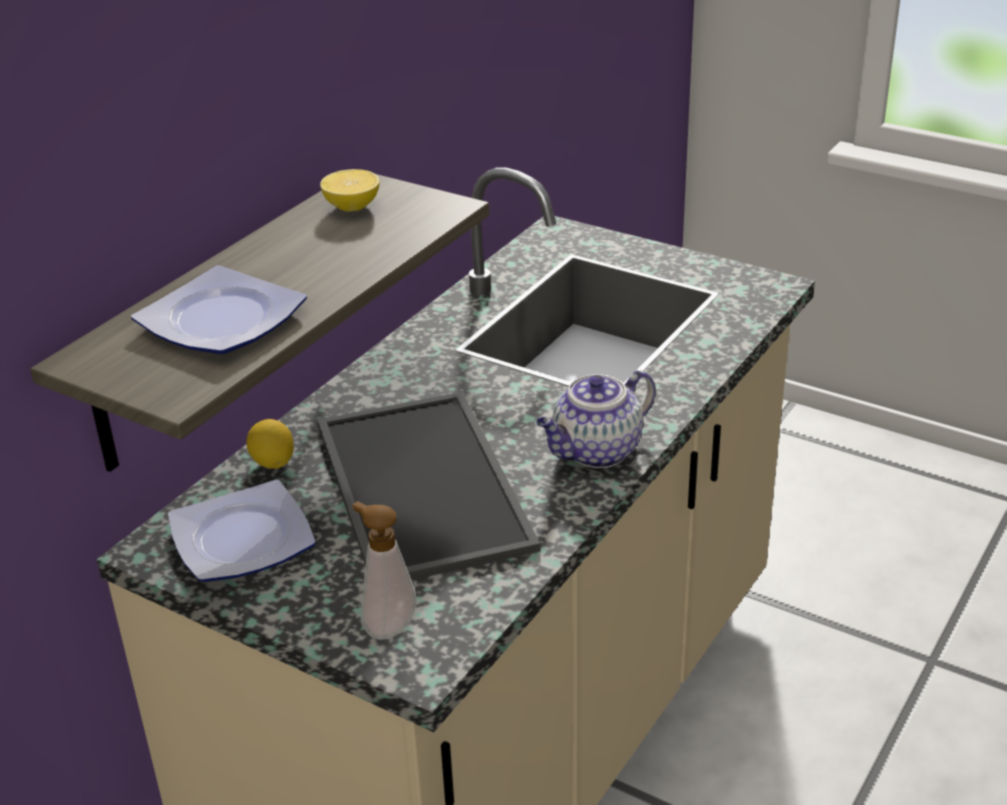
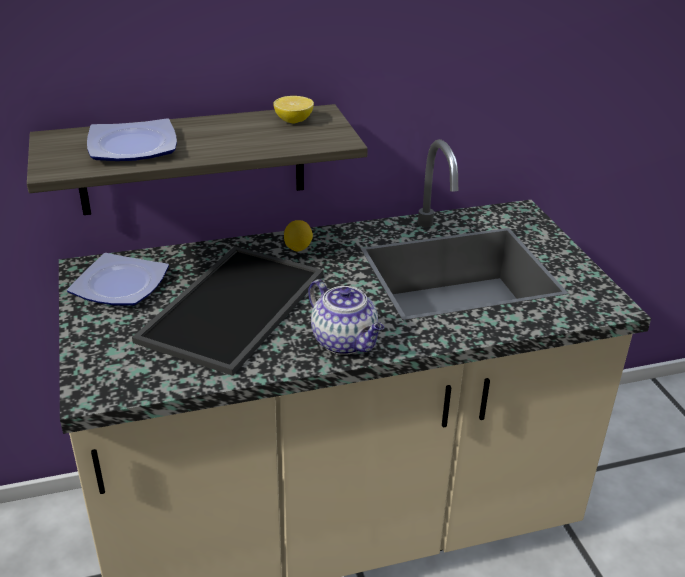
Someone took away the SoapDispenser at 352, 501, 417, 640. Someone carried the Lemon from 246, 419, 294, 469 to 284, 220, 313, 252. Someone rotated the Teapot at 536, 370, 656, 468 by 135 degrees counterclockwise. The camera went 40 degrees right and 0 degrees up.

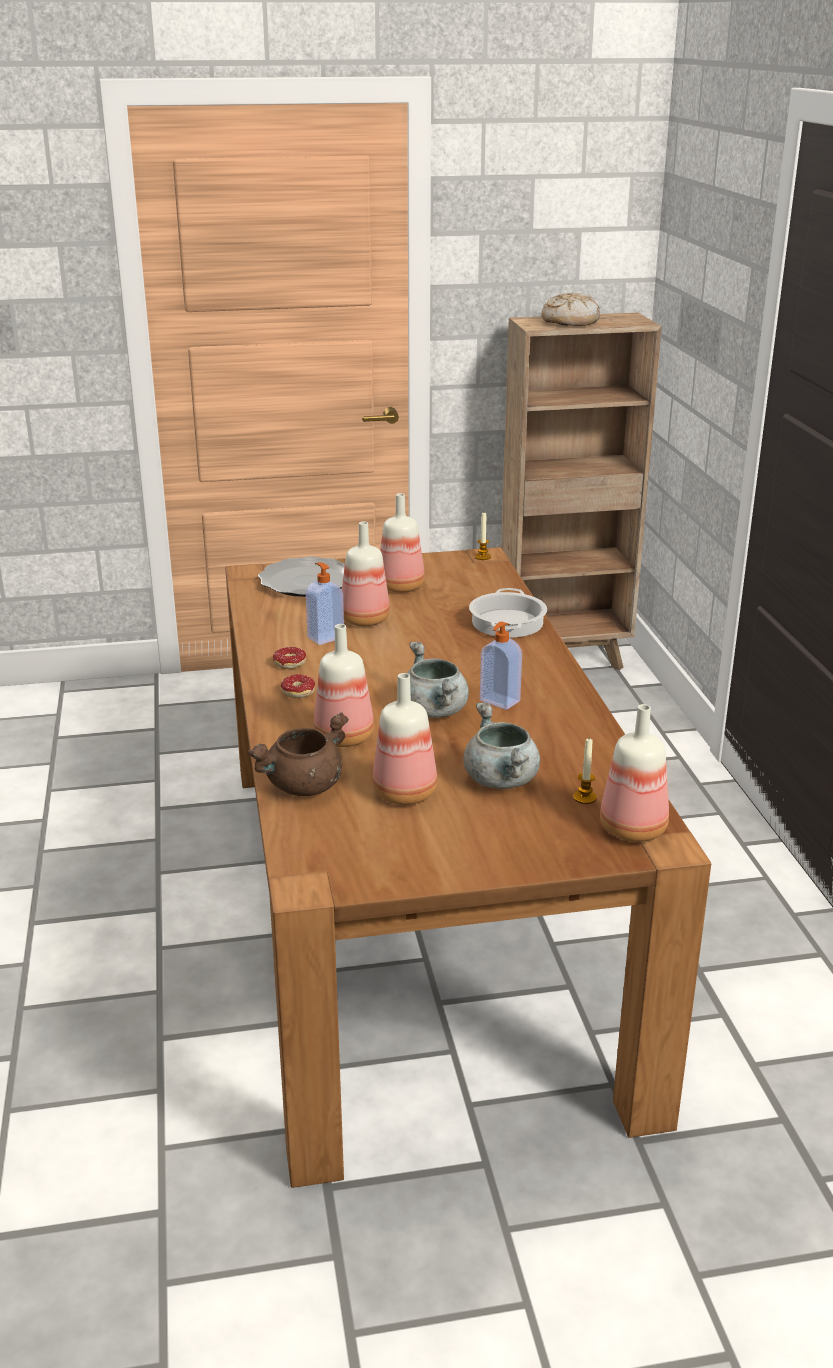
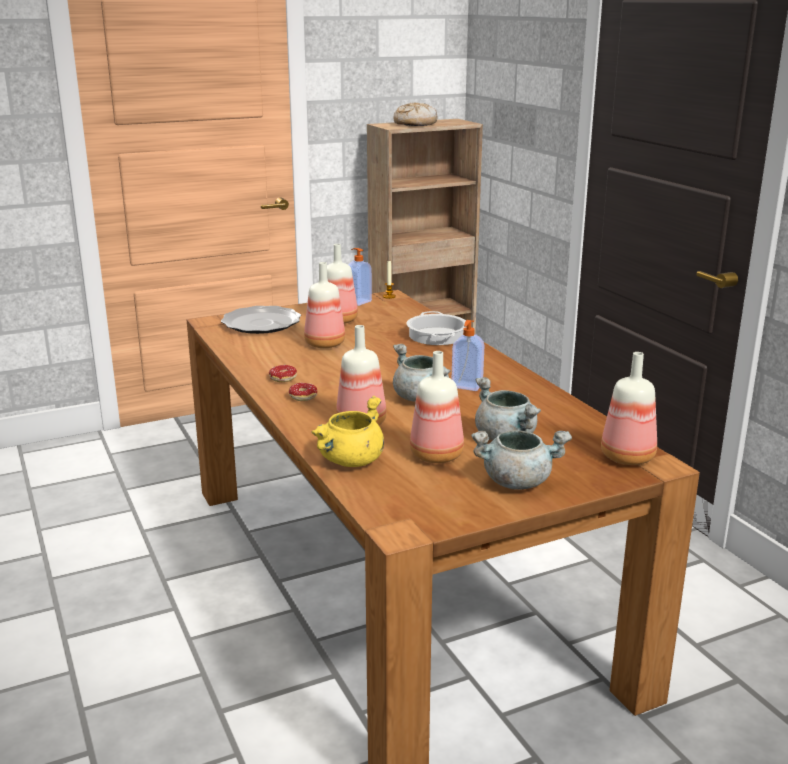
Someone took away the Candle at 573, 739, 597, 804. Someone put down the GreyCookingPot at 471, 430, 572, 490. Someone carried the SoapDispenser from 306, 562, 344, 645 to 348, 248, 372, 306. Someone repainted the BrownCookingPot at 247, 712, 348, 796, which became the YellowCookingPot at 311, 396, 384, 467. The camera went 15 degrees left and 5 degrees down.

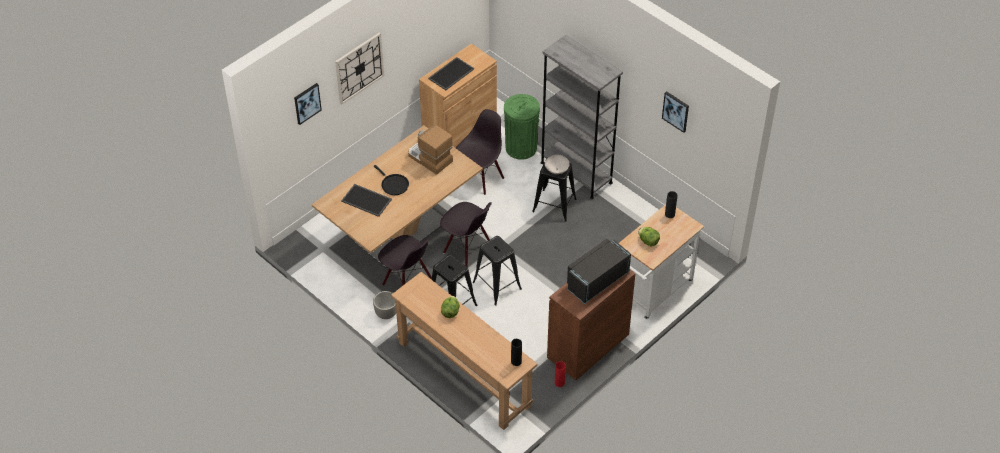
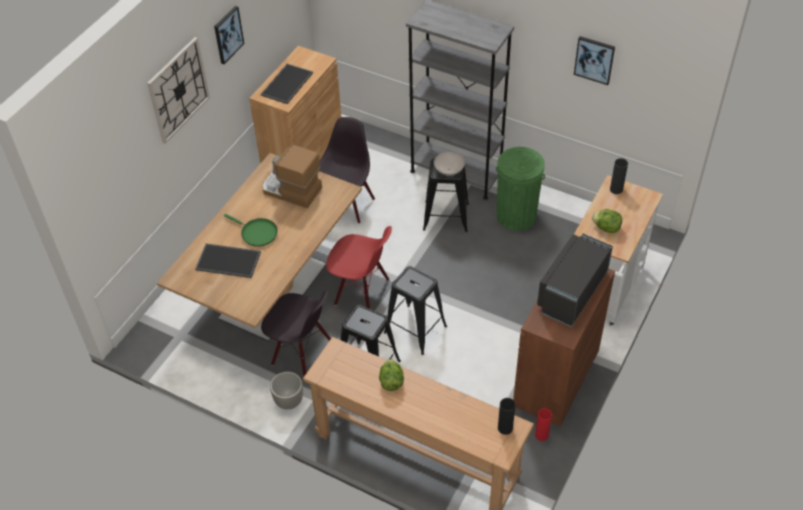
Someone carried the Picture from 294, 83, 322, 125 to 214, 6, 244, 64. Someone carried the GreenTrashCan from 504, 94, 540, 160 to 496, 147, 545, 231. Someone repainted the BlackFryingPan at 374, 165, 409, 195, which became the GreenFryingPan at 224, 214, 278, 247. Someone repainted the BlackChair at 440, 202, 492, 267, which became the RedChair at 326, 226, 392, 309. The camera went 15 degrees left and 0 degrees up.

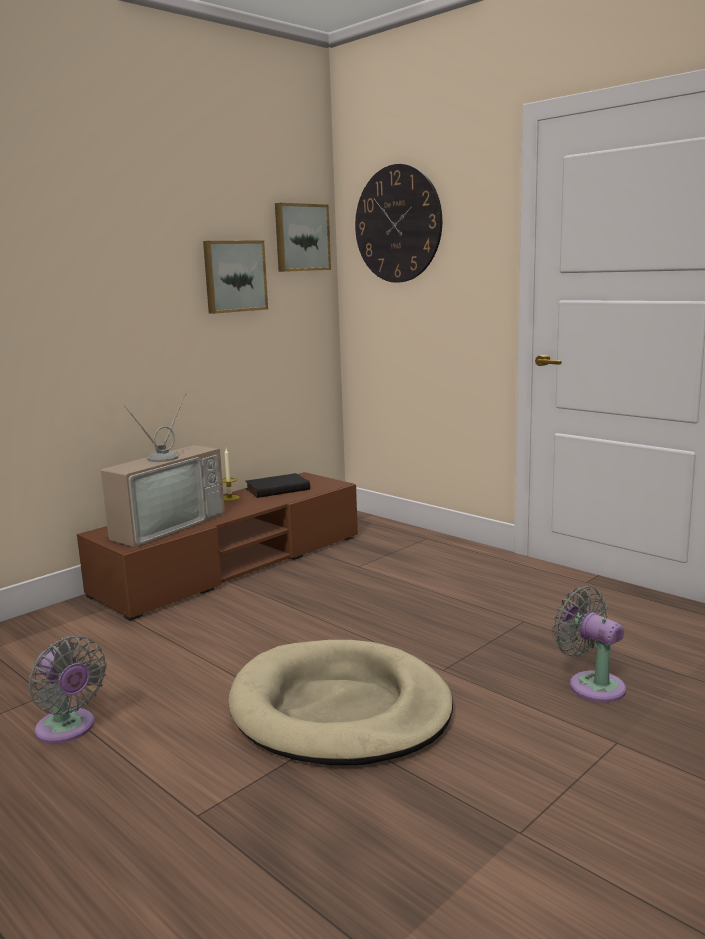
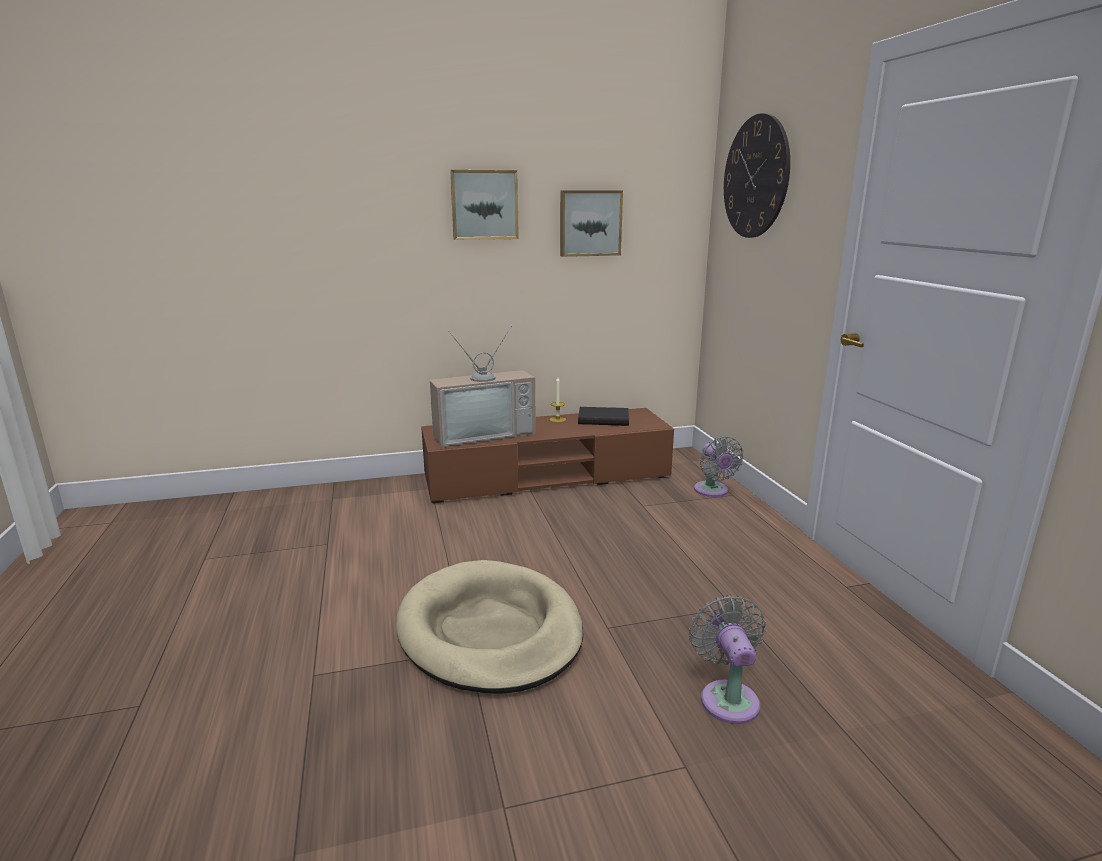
Someone carried the GreyFan from 28, 636, 107, 744 to 694, 436, 744, 497. Someone carried the Picture from 275, 203, 331, 272 to 450, 170, 519, 240. The camera went 30 degrees right and 5 degrees up.

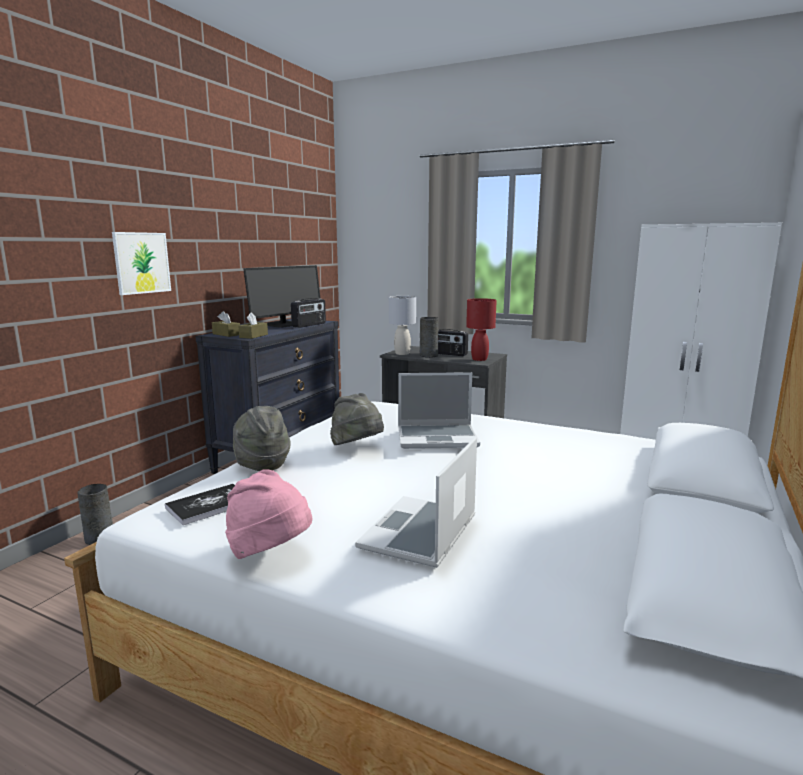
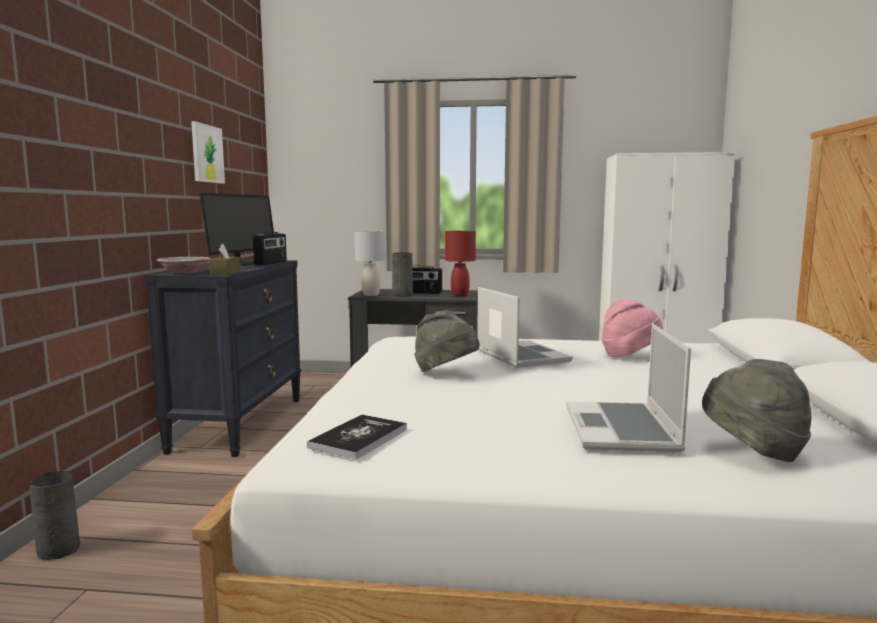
Someone carried the Picture from 112, 232, 171, 295 to 191, 121, 225, 184. Someone carried the PinkHat from 225, 469, 313, 559 to 601, 300, 663, 357. Someone carried the GreyHat from 233, 406, 290, 471 to 702, 359, 812, 462. Someone swapped the BrownTissueBox at 212, 311, 240, 337 for the Bowl at 157, 257, 211, 274. Someone rotated the Laptop at 398, 372, 480, 449 by 90 degrees counterclockwise. The camera went 20 degrees left and 5 degrees down.

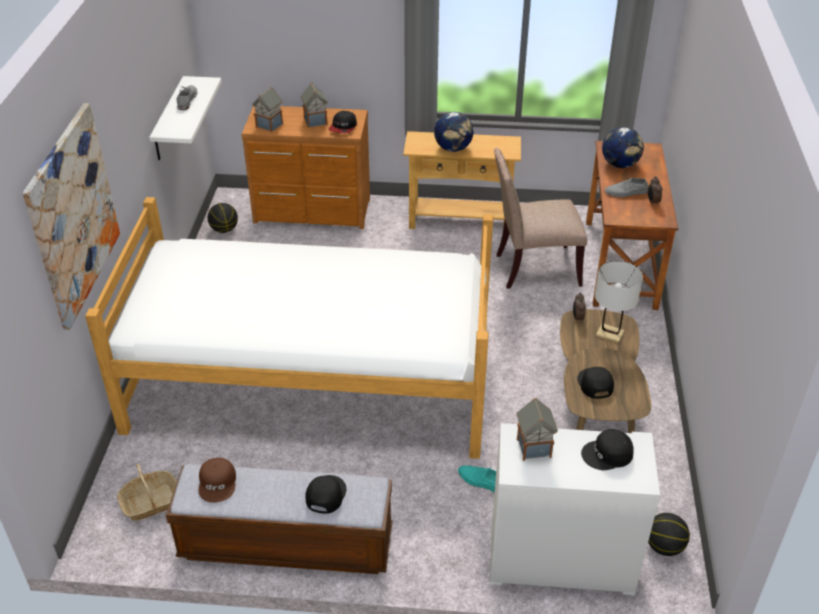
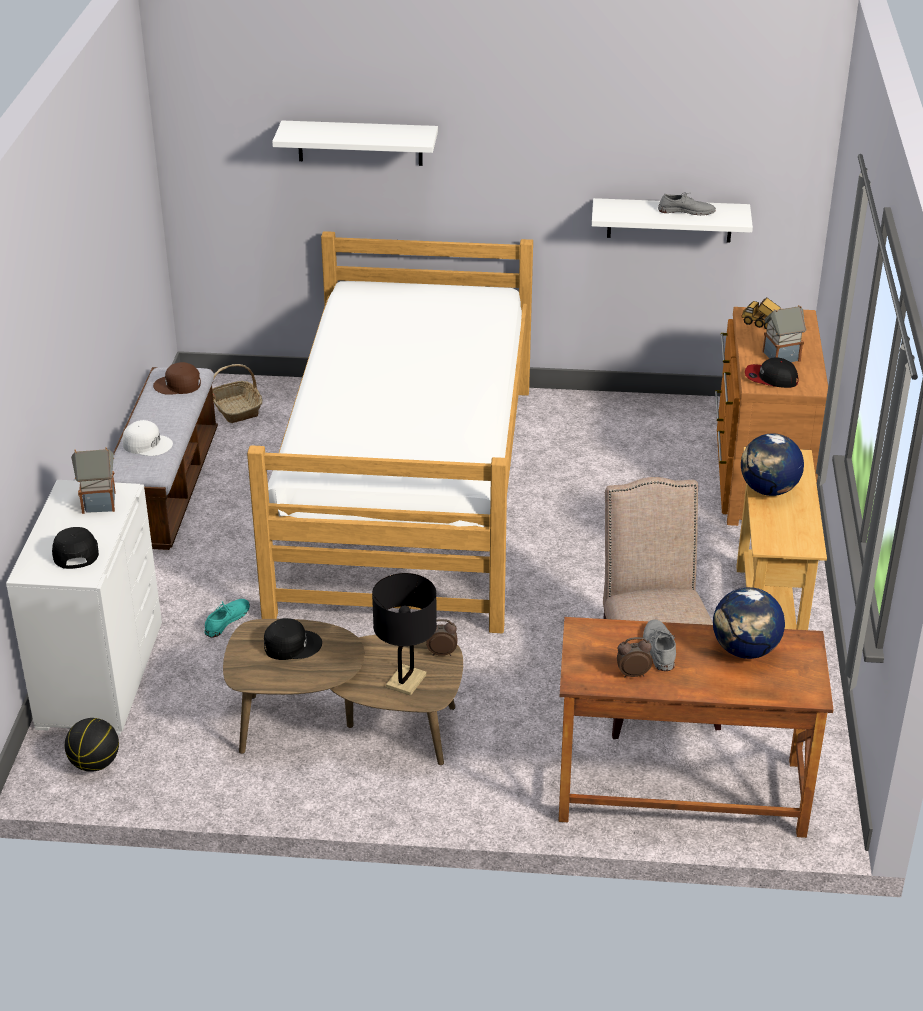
Someone took away the Basketball at 208, 203, 238, 233. Someone swapped the Picture at 23, 103, 120, 330 for the WhiteShelf at 272, 121, 438, 166. Someone swapped the ToyHouse at 252, 87, 283, 133 for the ToyTruck at 742, 298, 781, 330. Someone repainted the BlackCap at 305, 475, 347, 514, which became the WhiteCap at 122, 420, 173, 456. Someone repainted the WhiteTableLamp at 595, 261, 643, 343, which became the BlackTableLamp at 372, 573, 437, 696. The camera went 90 degrees right and 5 degrees down.

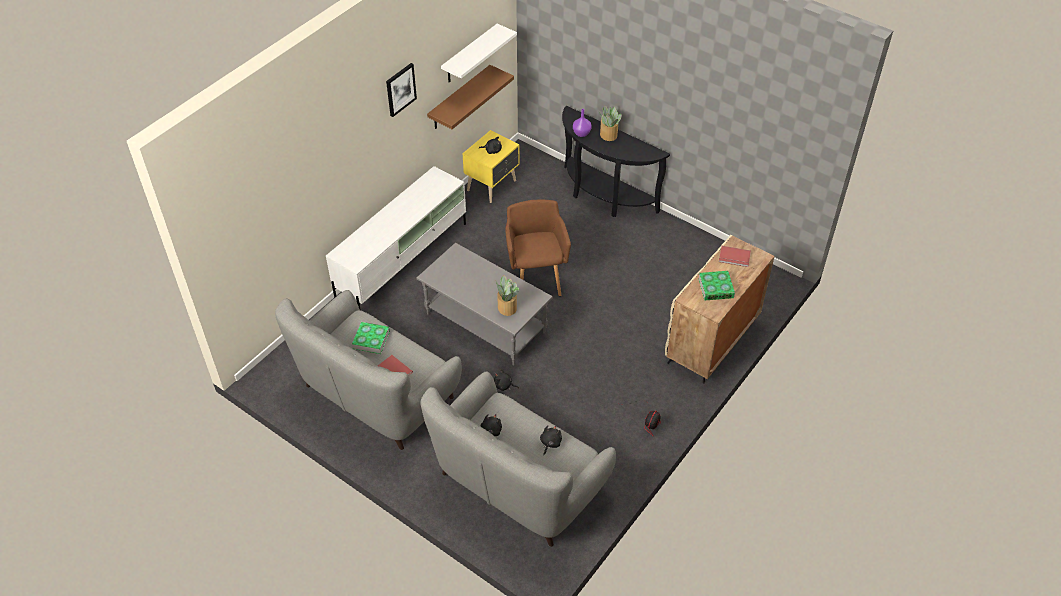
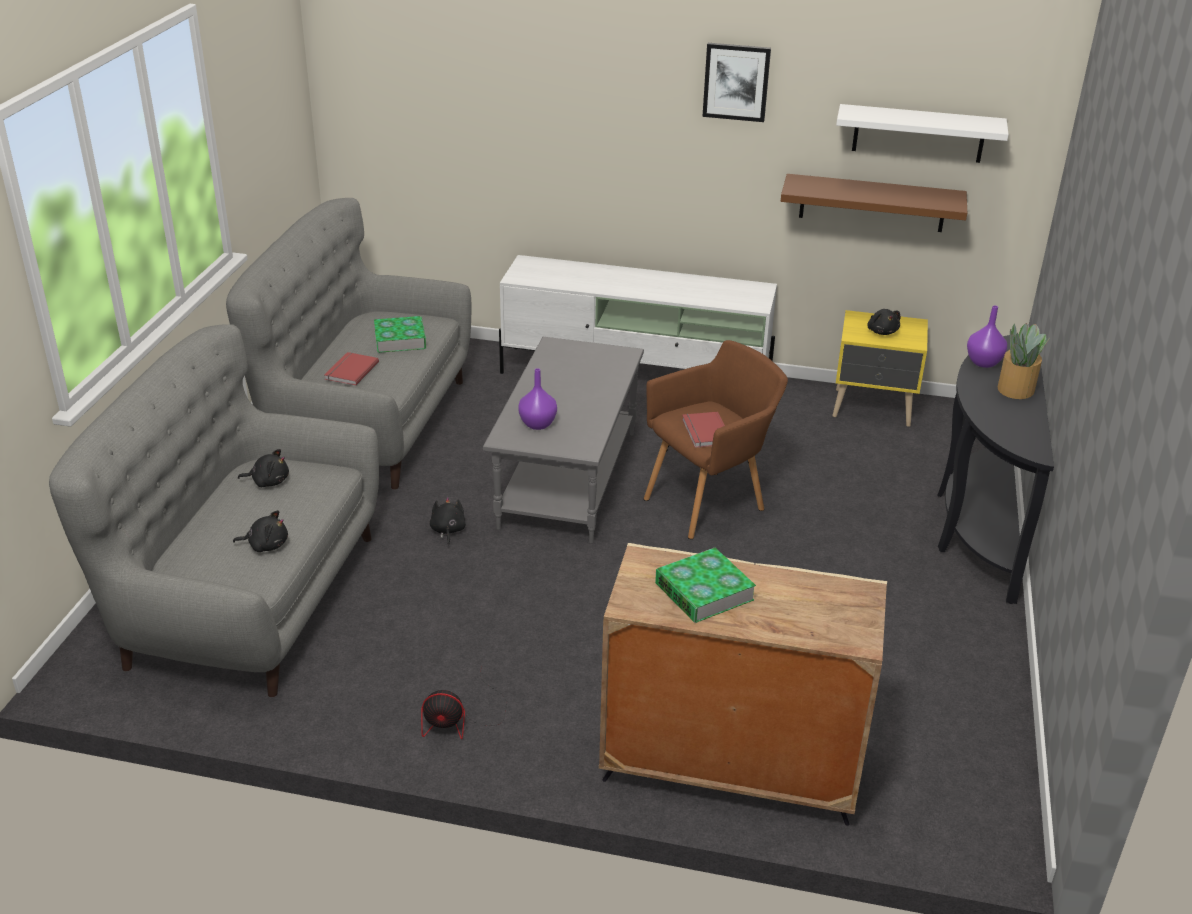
Someone carried the RedBook from 719, 246, 751, 267 to 682, 412, 725, 448. Someone swapped the PottedPlant at 496, 275, 520, 316 for the PurpleVase at 518, 368, 557, 430. The camera went 65 degrees right and 15 degrees down.

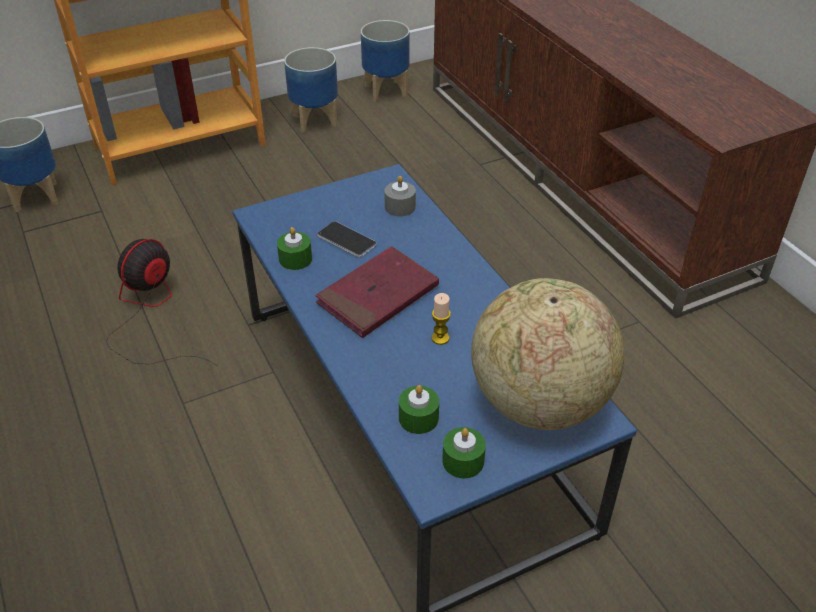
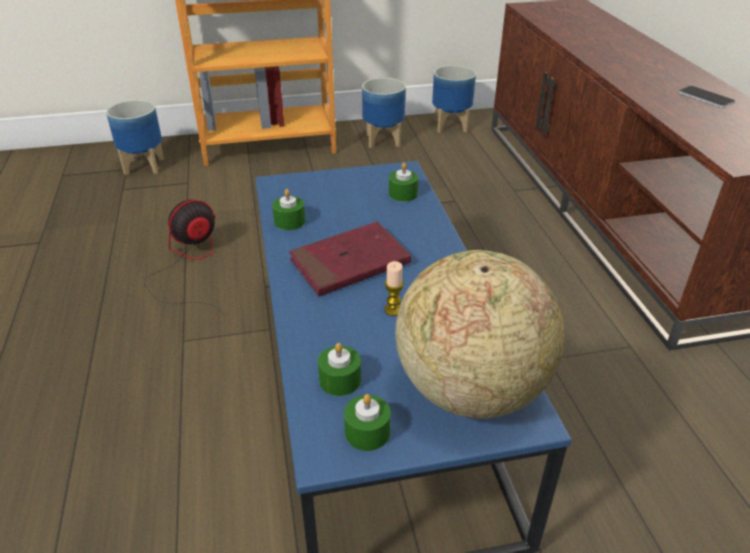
Someone carried the Phone from 317, 221, 377, 257 to 678, 86, 735, 108. Someone repainted the GreyCandle at 384, 176, 416, 216, which became the GreenCandle at 389, 163, 418, 202. The camera went 15 degrees right and 5 degrees down.

